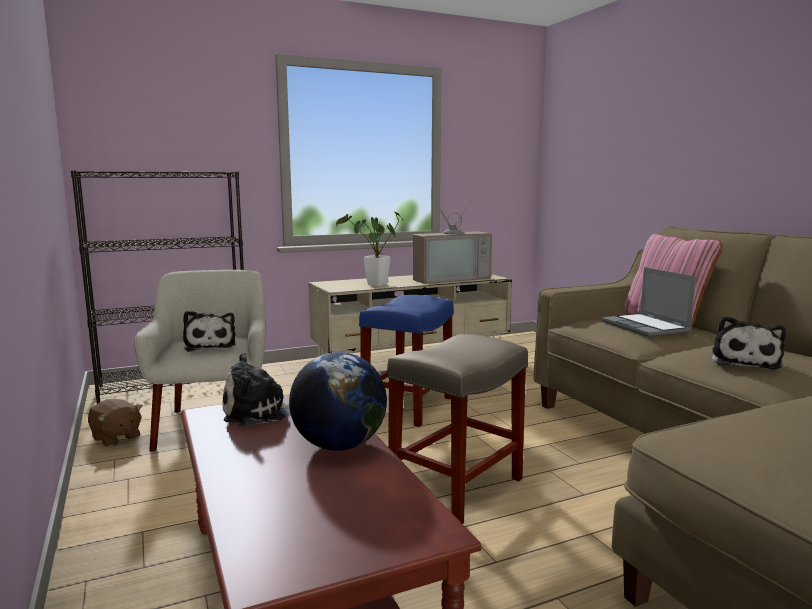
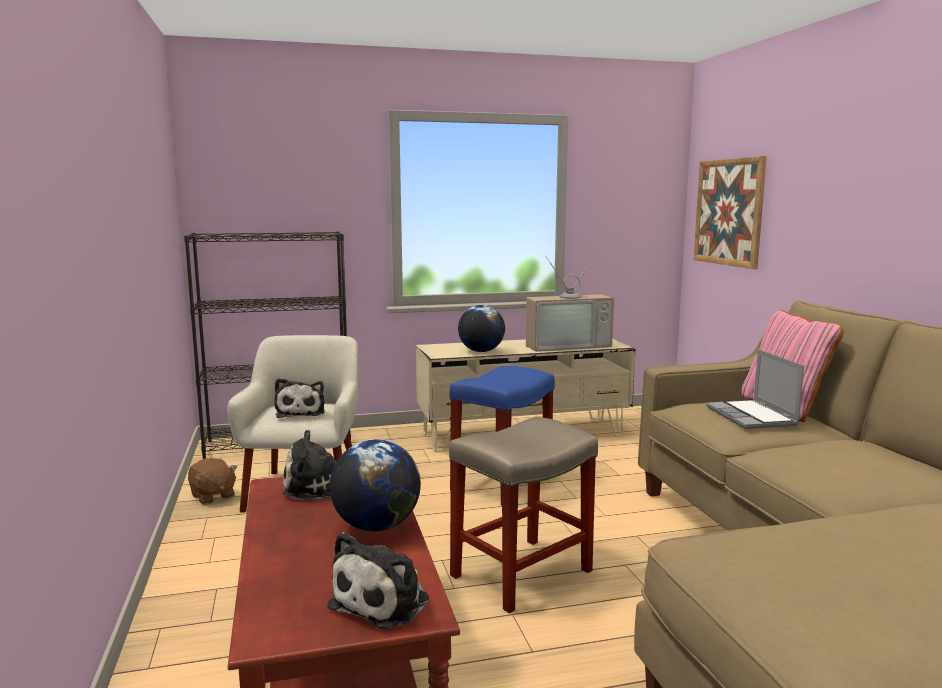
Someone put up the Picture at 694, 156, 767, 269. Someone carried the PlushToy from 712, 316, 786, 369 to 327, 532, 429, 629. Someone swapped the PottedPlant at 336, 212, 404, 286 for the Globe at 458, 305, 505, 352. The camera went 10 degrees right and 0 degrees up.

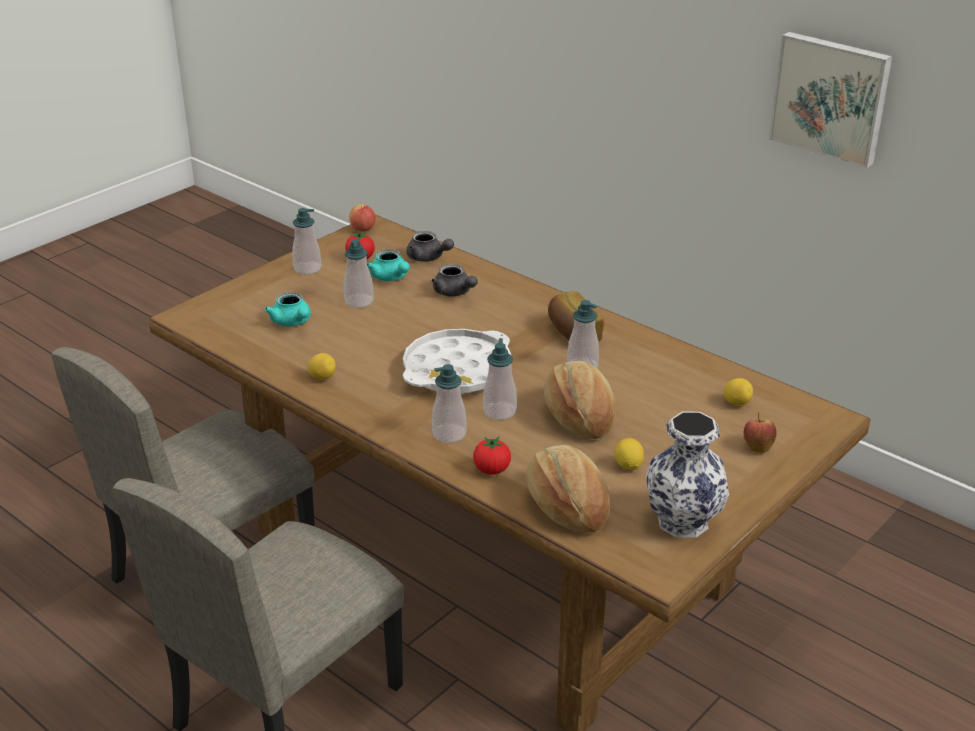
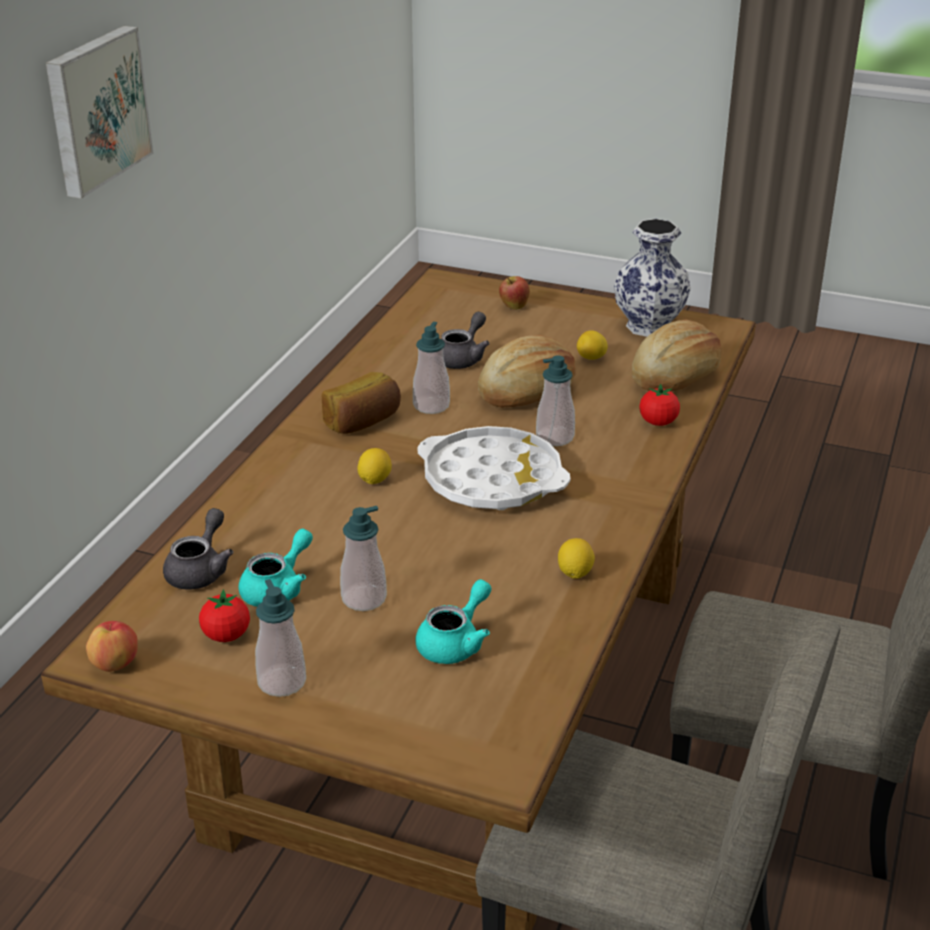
Someone took away the SoapDispenser at 432, 364, 467, 443. Someone carried the GreyTeapot from 432, 264, 478, 297 to 441, 312, 490, 369. Someone carried the Lemon from 724, 378, 753, 406 to 358, 448, 392, 484. The camera went 110 degrees left and 0 degrees up.

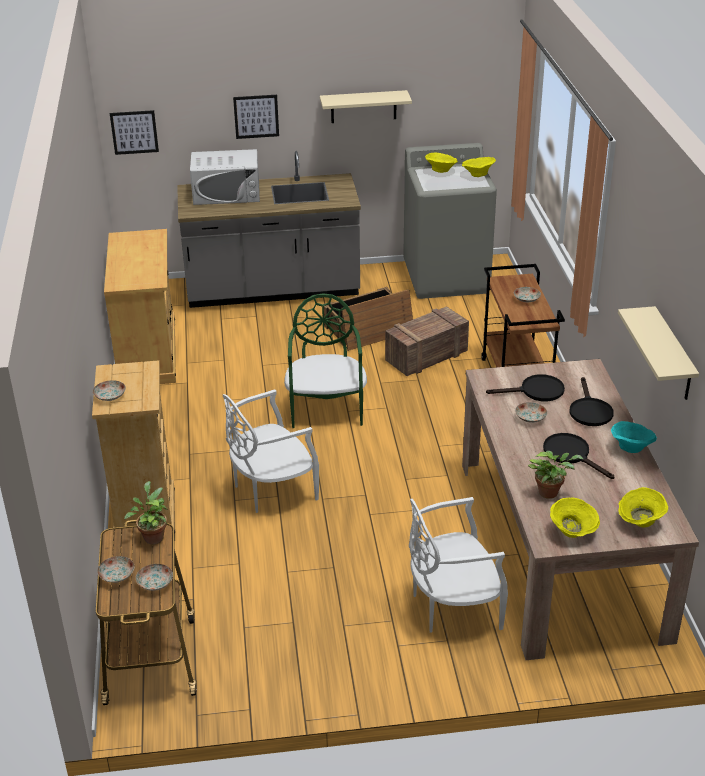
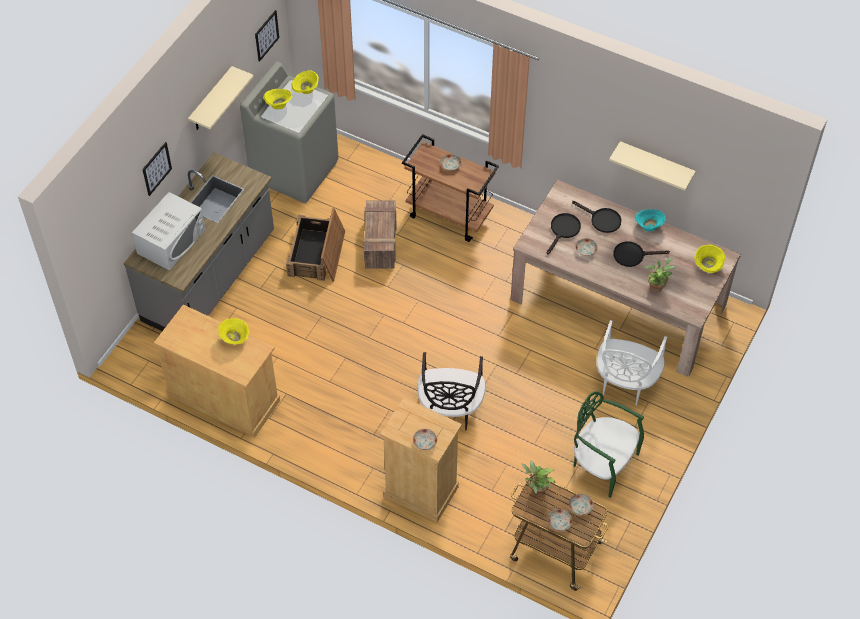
Someone carried the Picture from 110, 110, 159, 155 to 255, 10, 279, 62. Someone carried the GreenChair from 284, 293, 367, 428 to 574, 391, 644, 498. Someone carried the YellowBowl from 550, 497, 600, 538 to 218, 318, 250, 345. Someone repainted the WhiteChair at 223, 389, 319, 513, which became the BlackChair at 417, 352, 486, 430. The camera went 55 degrees left and 20 degrees up.

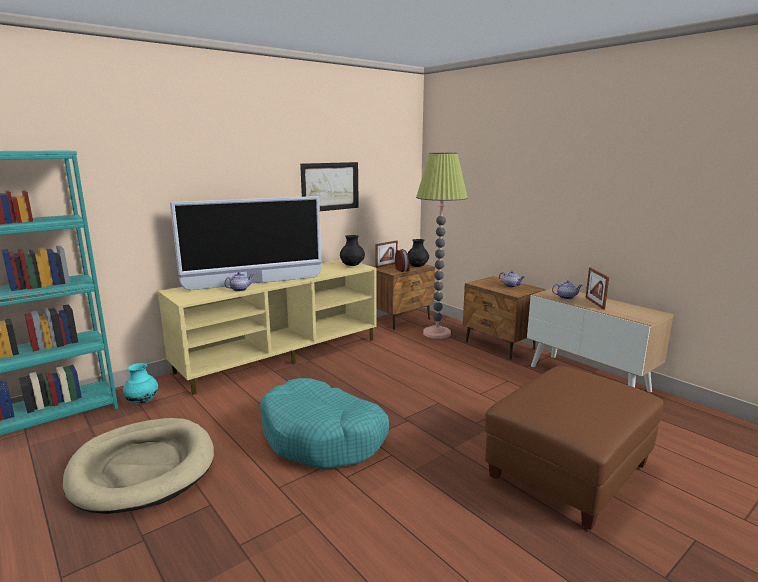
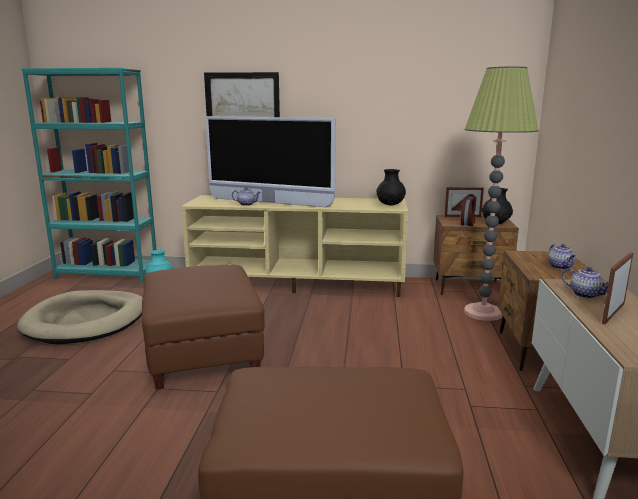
Someone carried the Picture from 300, 162, 359, 211 to 204, 72, 280, 117. Someone swapped the TurquoiseDogBed at 260, 378, 389, 469 for the BrownOttoman at 142, 264, 265, 390. The camera went 45 degrees right and 0 degrees up.

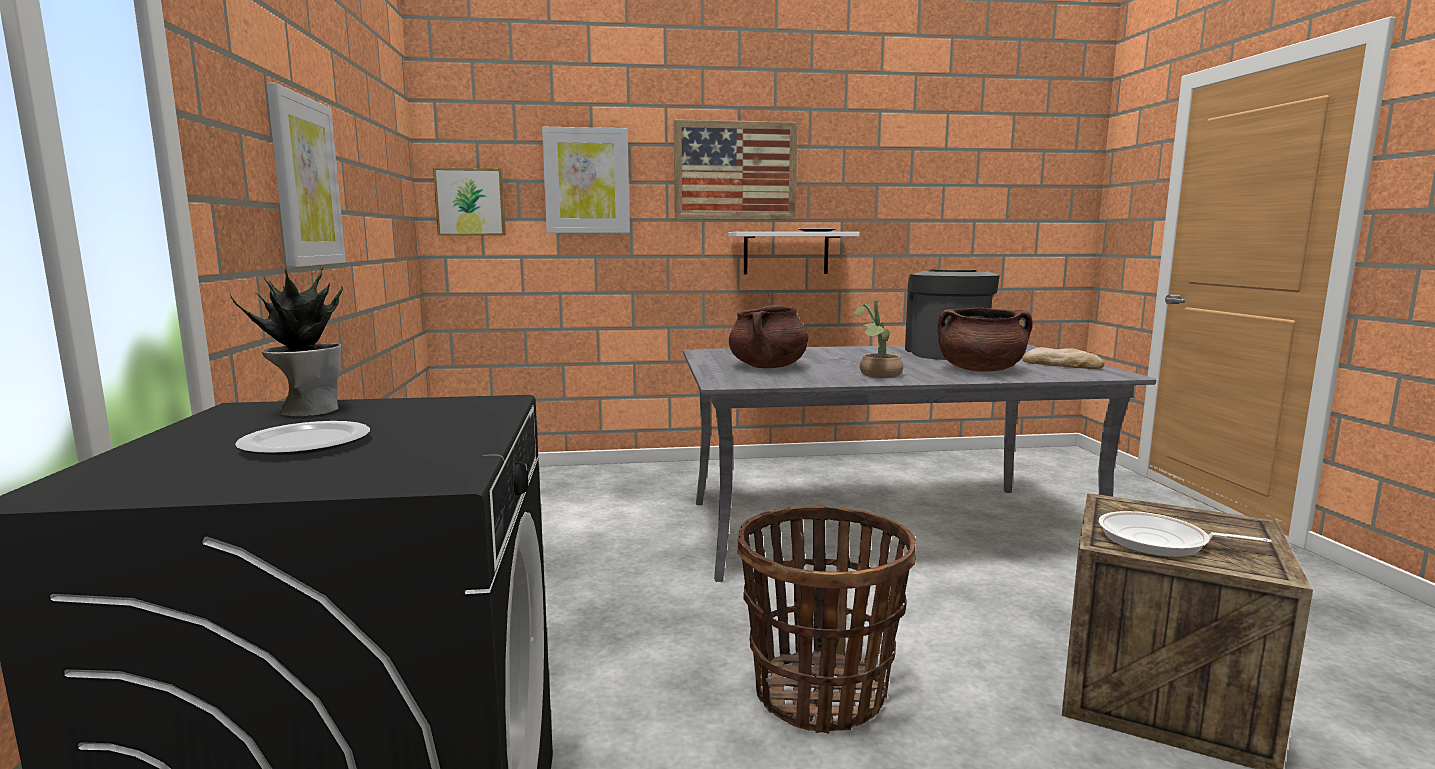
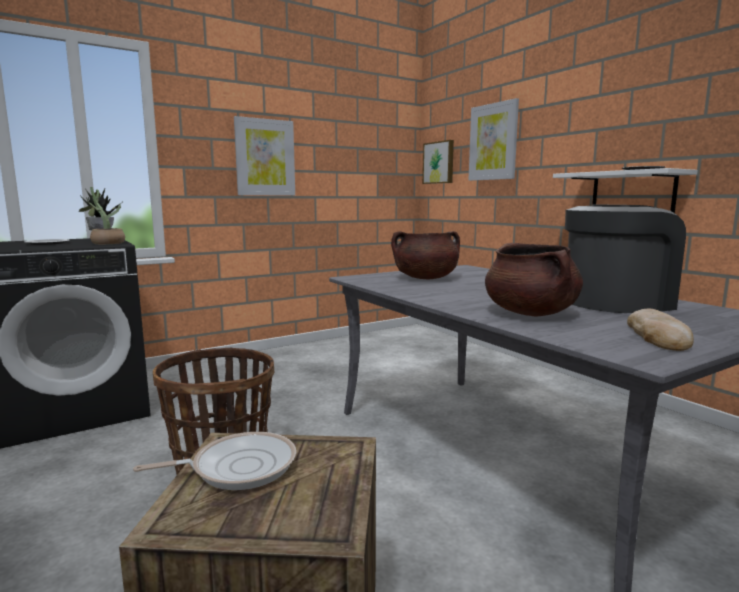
Someone took away the Picture at 674, 119, 798, 220. Someone carried the PottedPlant from 854, 300, 903, 378 to 79, 187, 125, 244. Someone rotated the FryingPan at 1099, 511, 1272, 557 by 75 degrees clockwise. The camera went 65 degrees right and 0 degrees up.

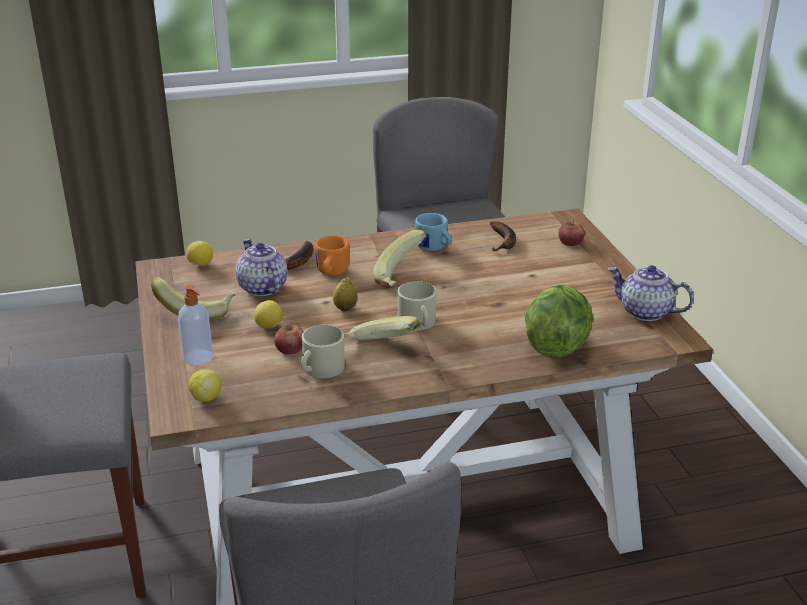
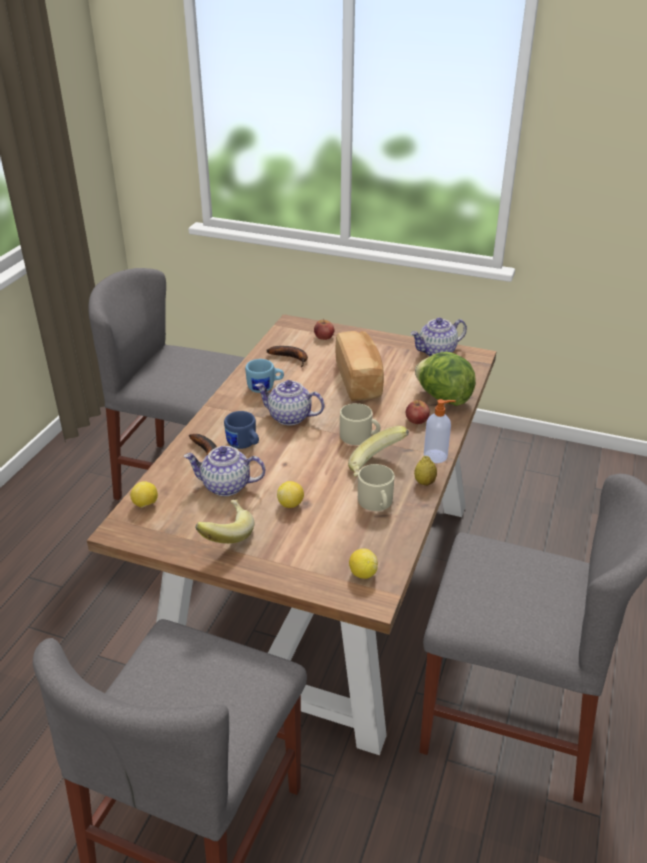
Someone put down the Bread at 335, 331, 384, 401. Someone carried the SoapDispenser from 178, 285, 213, 365 to 424, 399, 456, 463. Someone carried the Apple from 274, 323, 304, 355 to 406, 399, 430, 424. Someone carried the Lemon from 333, 277, 357, 311 to 414, 456, 437, 486. Someone swapped the Banana at 373, 230, 426, 287 for the Teapot at 255, 380, 325, 425. Someone repainted the OrangeMug at 315, 236, 349, 276, which became the BlueMug at 224, 411, 259, 449. The camera went 55 degrees left and 5 degrees up.

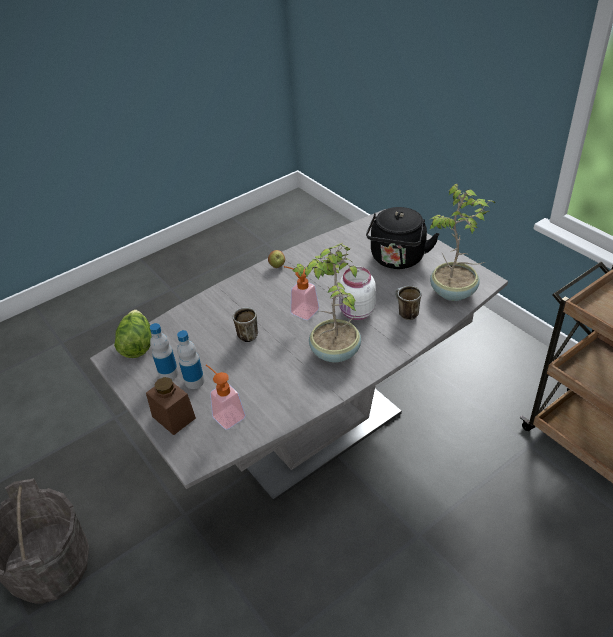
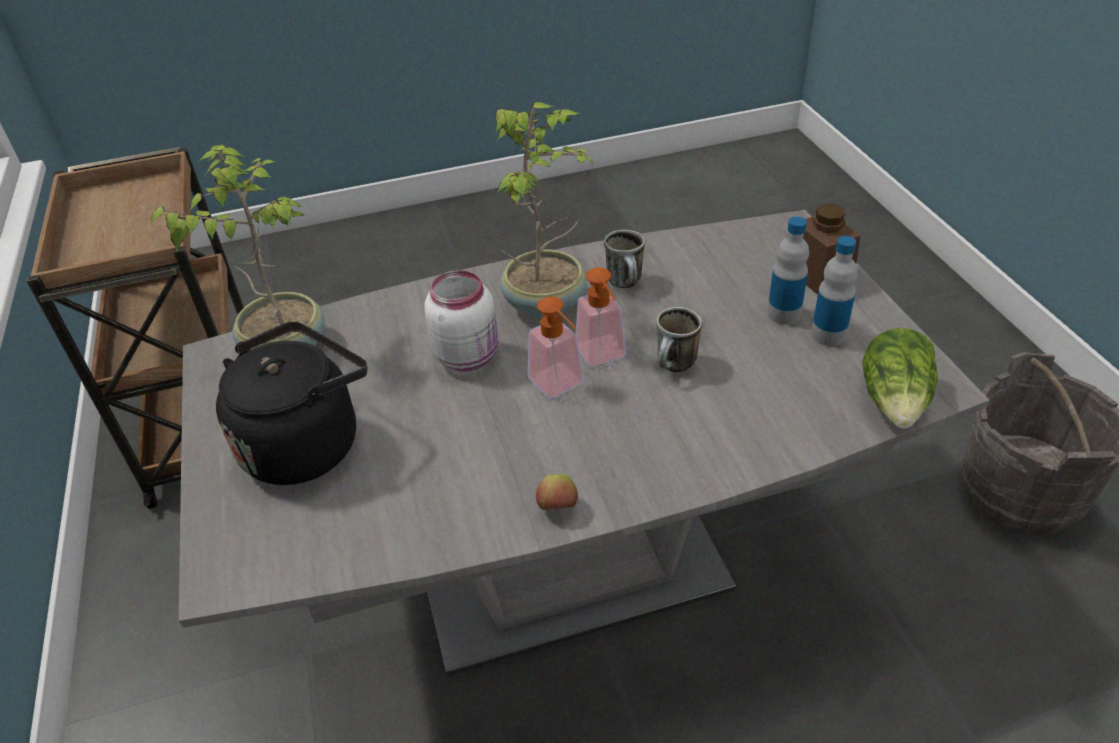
Someone carried the SoapDispenser from 206, 365, 246, 430 to 576, 267, 626, 366. Someone carried the Mug from 395, 286, 422, 320 to 604, 229, 645, 288. The camera went 160 degrees left and 0 degrees up.

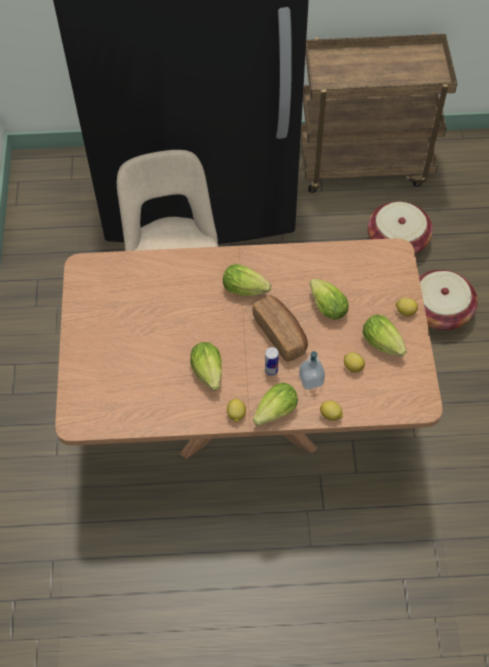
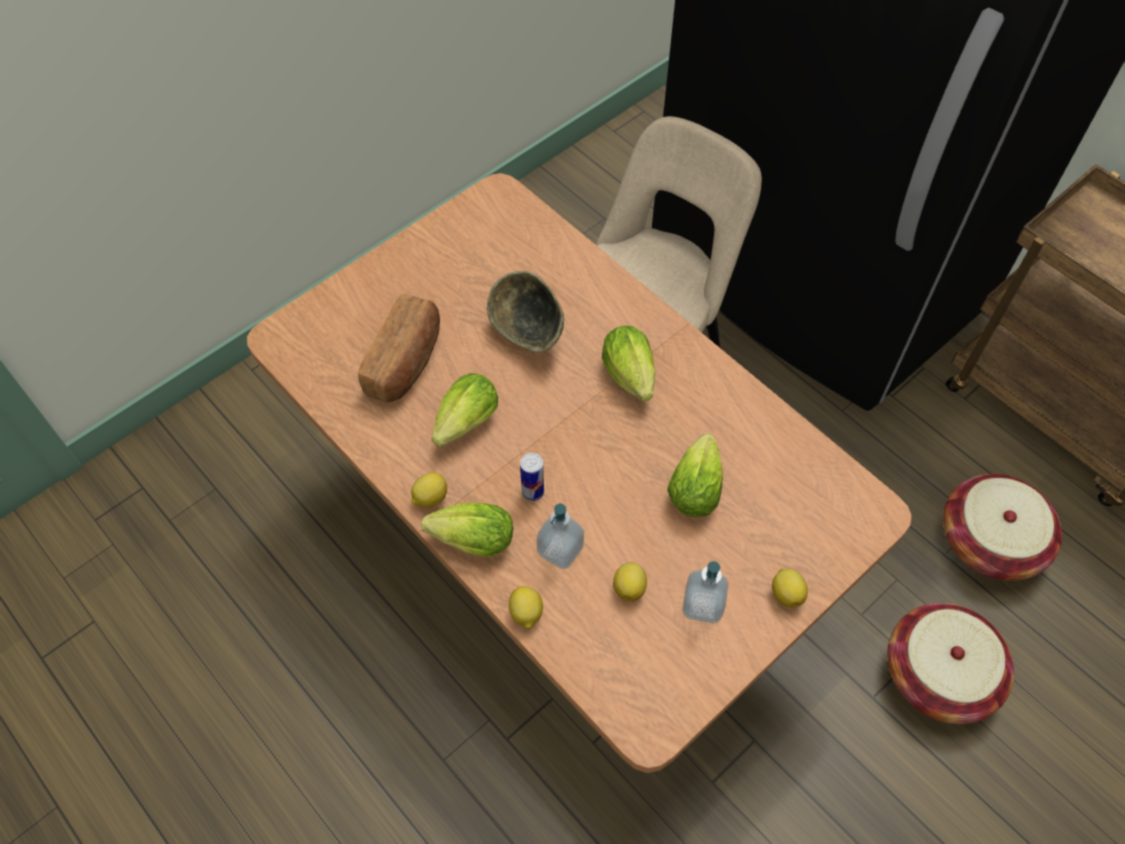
Someone put down the Bowl at 487, 271, 564, 353. Someone carried the Bread from 252, 295, 308, 362 to 358, 294, 440, 402. Someone swapped the Lettuce at 363, 315, 407, 357 for the SoapDispenser at 682, 561, 729, 623. The camera went 50 degrees right and 0 degrees up.

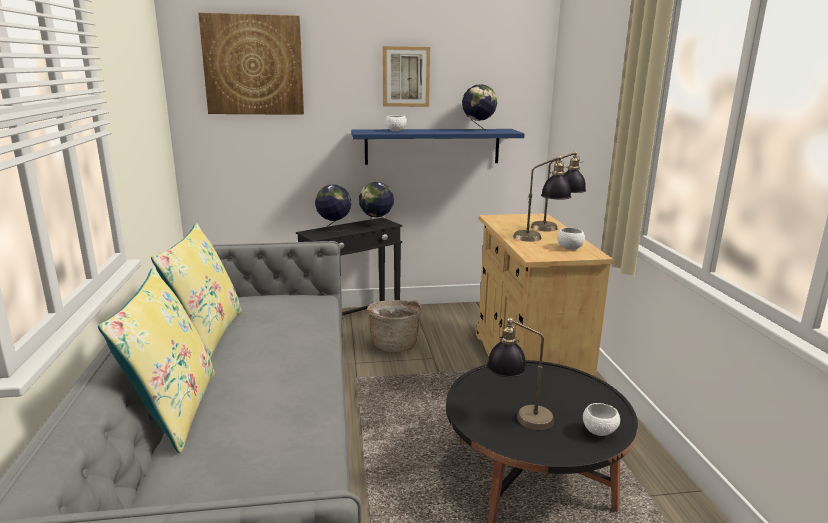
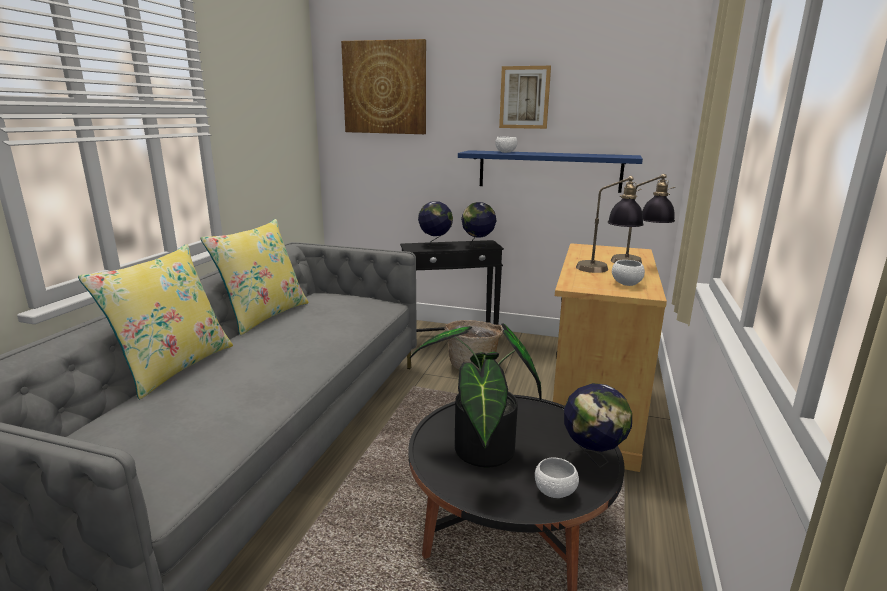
Someone carried the Globe from 462, 84, 497, 131 to 564, 383, 632, 468. Someone swapped the TableLamp at 487, 318, 554, 430 for the PottedPlant at 410, 324, 541, 467. The camera went 25 degrees right and 0 degrees up.

